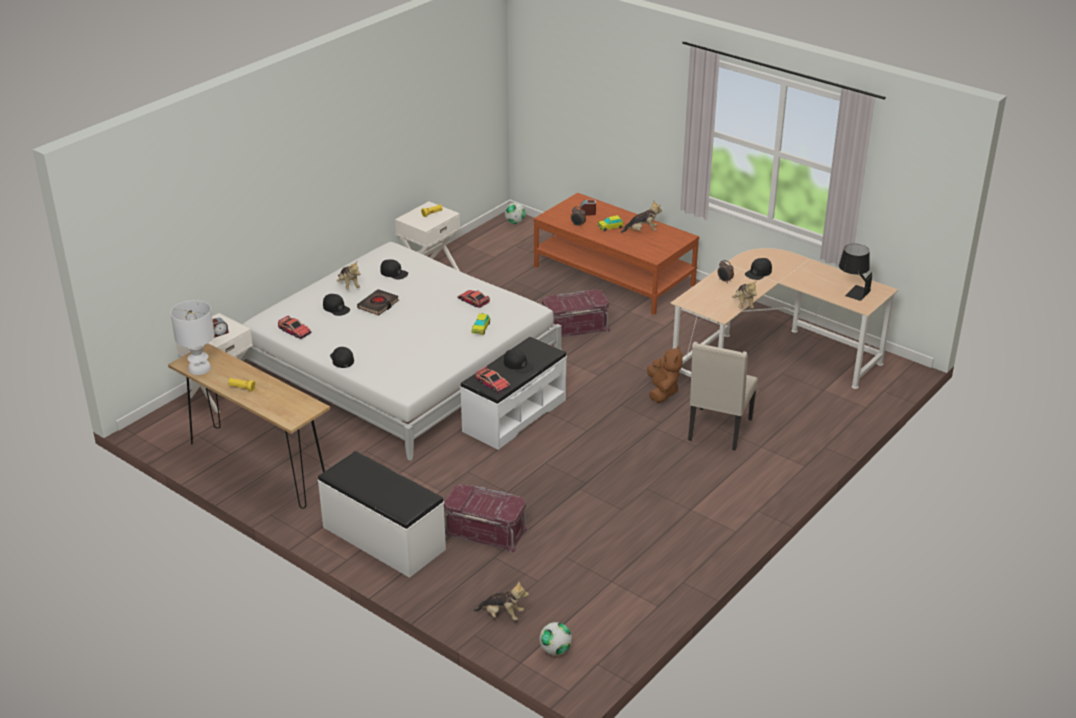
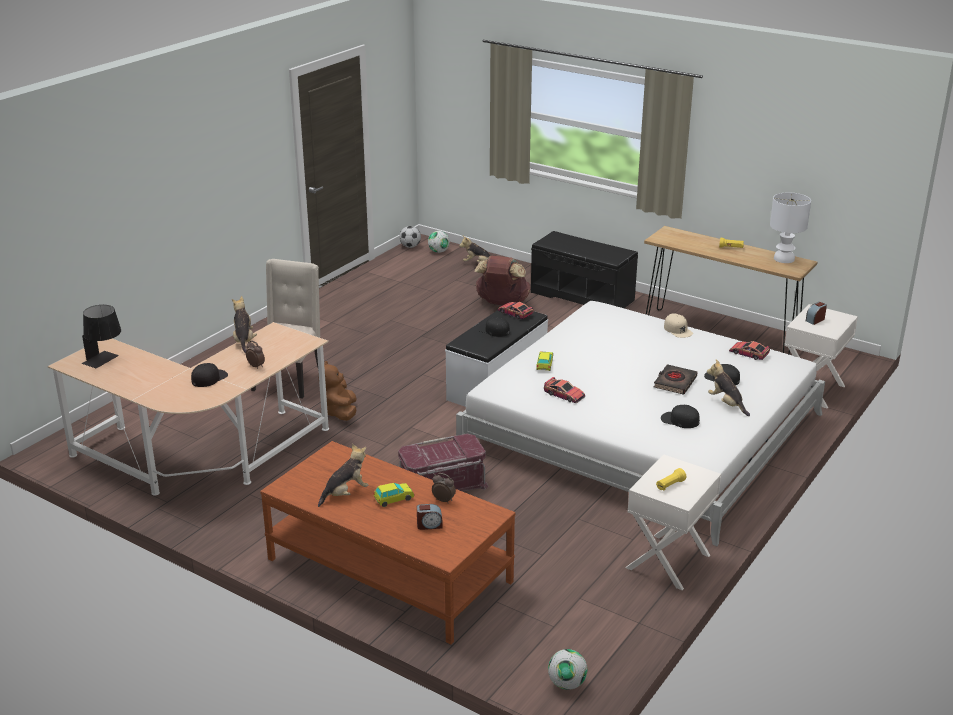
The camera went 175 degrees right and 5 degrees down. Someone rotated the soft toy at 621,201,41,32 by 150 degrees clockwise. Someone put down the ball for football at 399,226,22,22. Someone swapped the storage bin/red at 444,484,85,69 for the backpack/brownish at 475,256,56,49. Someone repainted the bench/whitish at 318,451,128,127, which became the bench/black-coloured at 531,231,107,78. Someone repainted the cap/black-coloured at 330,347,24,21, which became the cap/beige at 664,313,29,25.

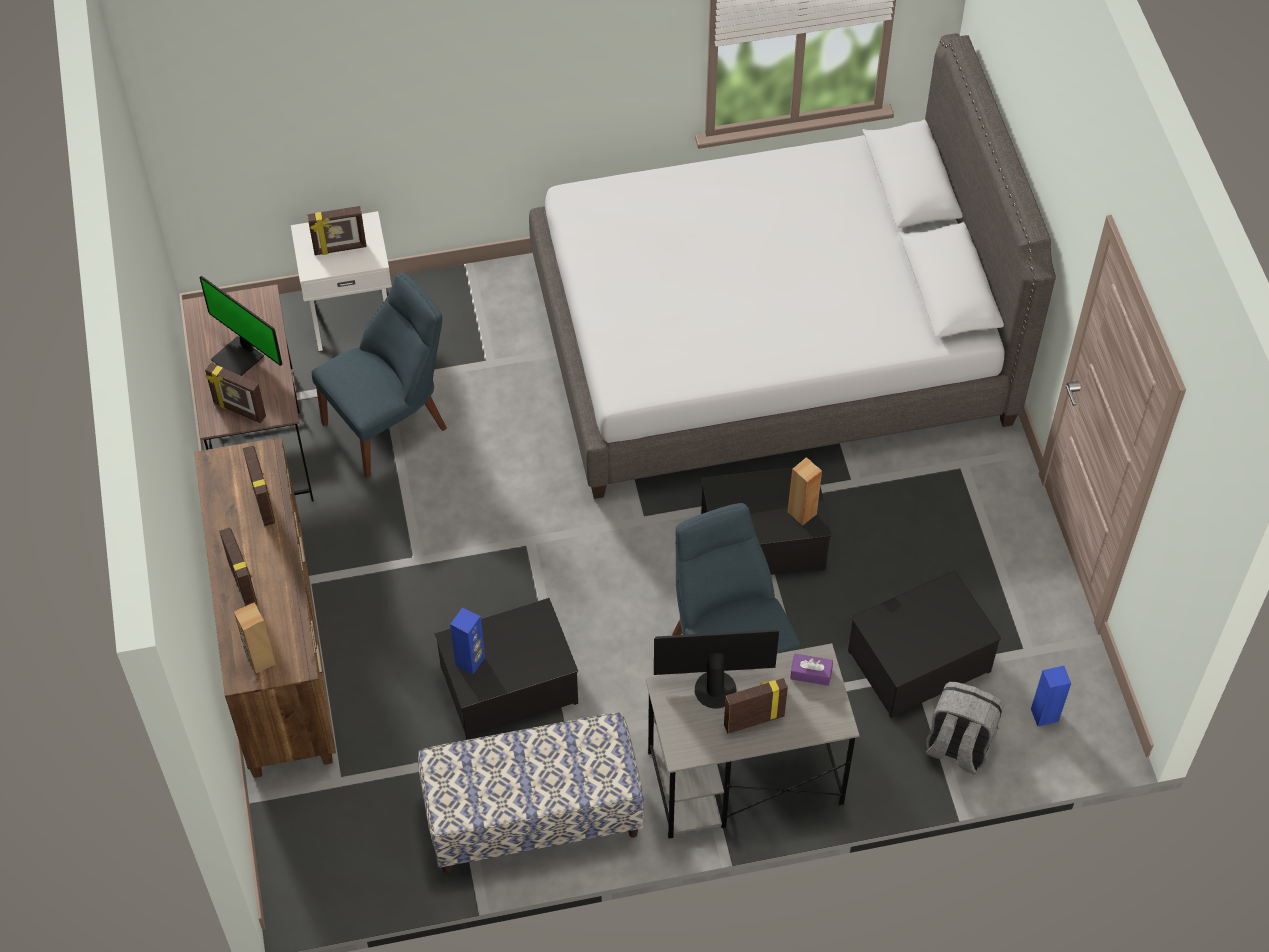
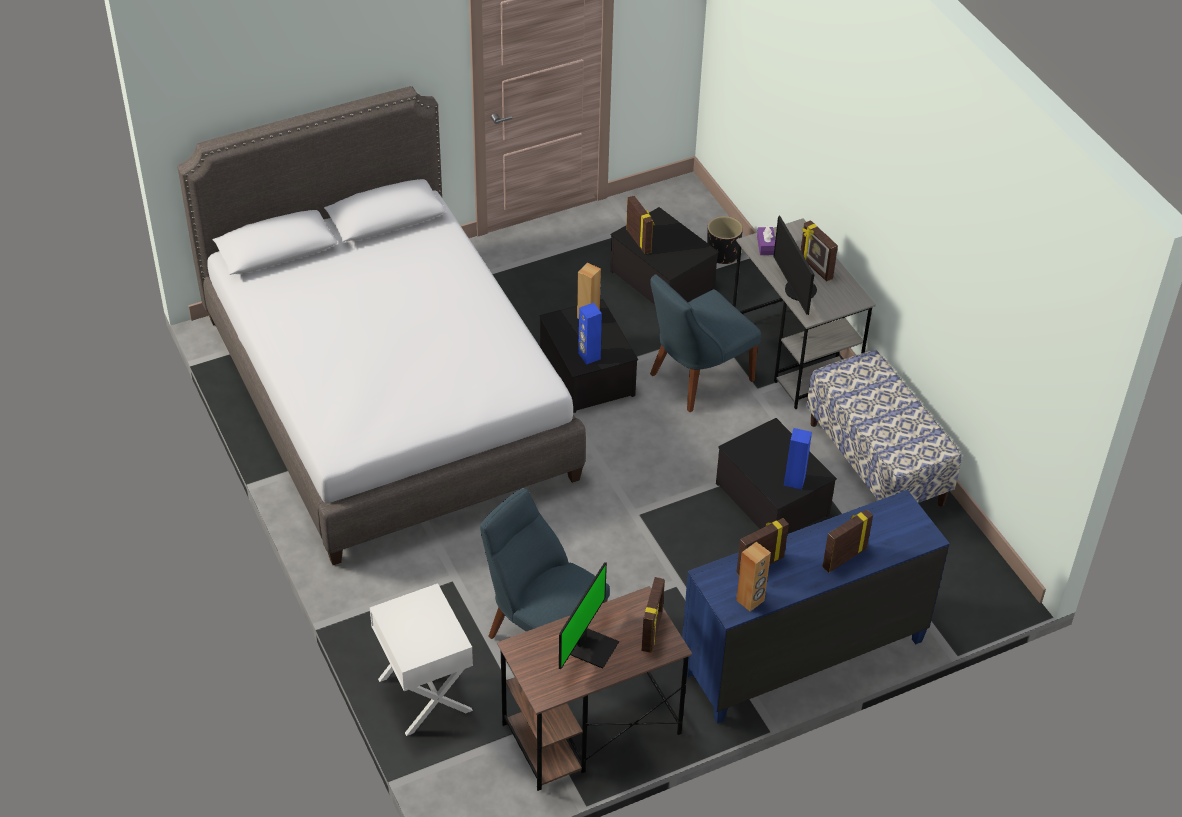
The camera went 105 degrees left and 10 degrees down. Someone carried the speaker/blue-coloured from 1031,666,40,60 to 578,303,24,62. Someone carried the standing frame from 307,206,60,49 to 626,196,28,58. Someone repainted the chest of drawers/brownish at 194,437,142,341, which became the chest of drawers/blue-coloured at 682,490,268,234. Someone swapped the backpack/greyish at 926,682,77,92 for the plant pot/black-coloured at 707,216,36,48. Someone carried the speaker/brownish from 234,602,42,71 to 736,542,35,69.

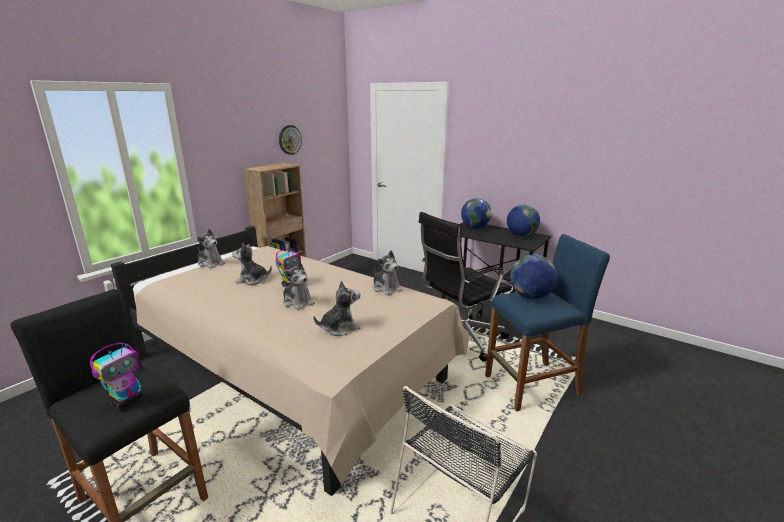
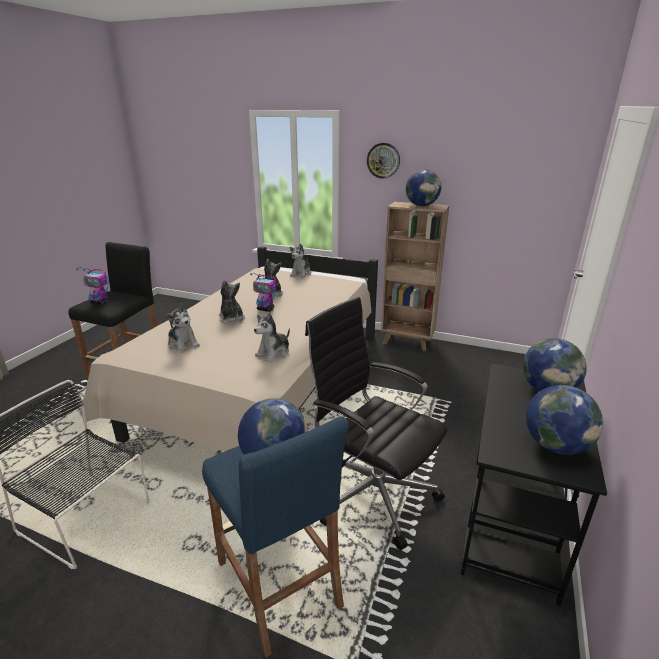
The camera went 75 degrees right and 5 degrees up. Someone rotated the soft toy at 283,261,32,49 by 120 degrees clockwise. Someone carried the hanging clock from 279,125,23,30 to 367,143,33,36. Someone put down the desk globe at 406,169,35,37.

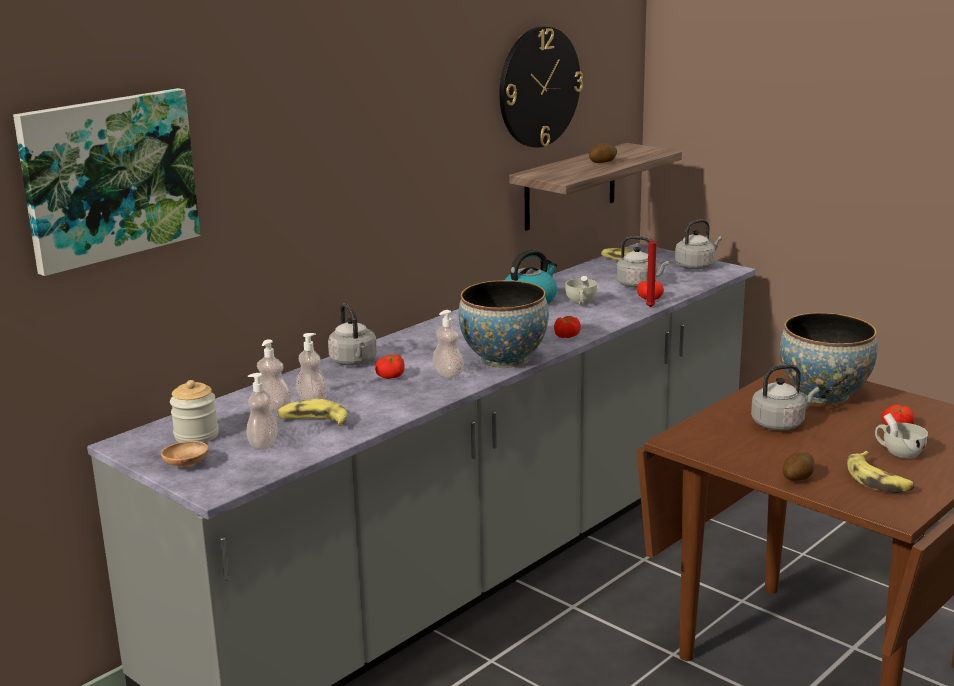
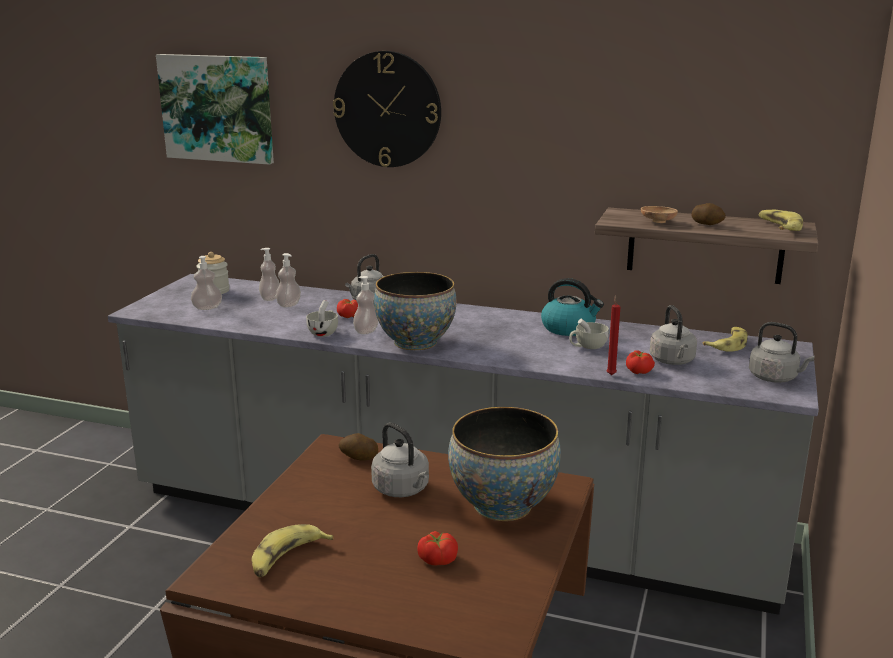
The camera went 65 degrees right and 0 degrees up. Someone carried the cup/whitish from 875,413,53,46 to 306,300,32,37. Someone carried the hanging clock from 499,26,84,122 to 333,51,108,116. Someone carried the spud from 782,453,32,27 to 338,433,41,28. Someone carried the serving bowl/brownish from 161,441,48,26 to 641,206,37,17. Someone carried the banana from 277,399,71,27 to 758,210,45,21. Someone took away the tomato at 554,316,27,22.

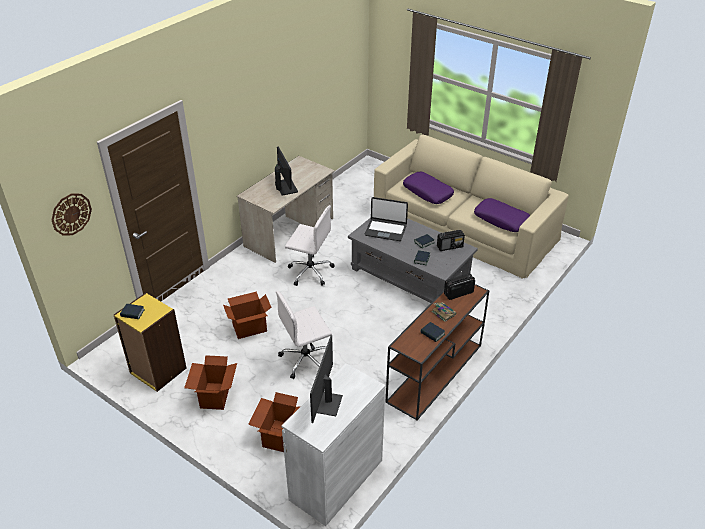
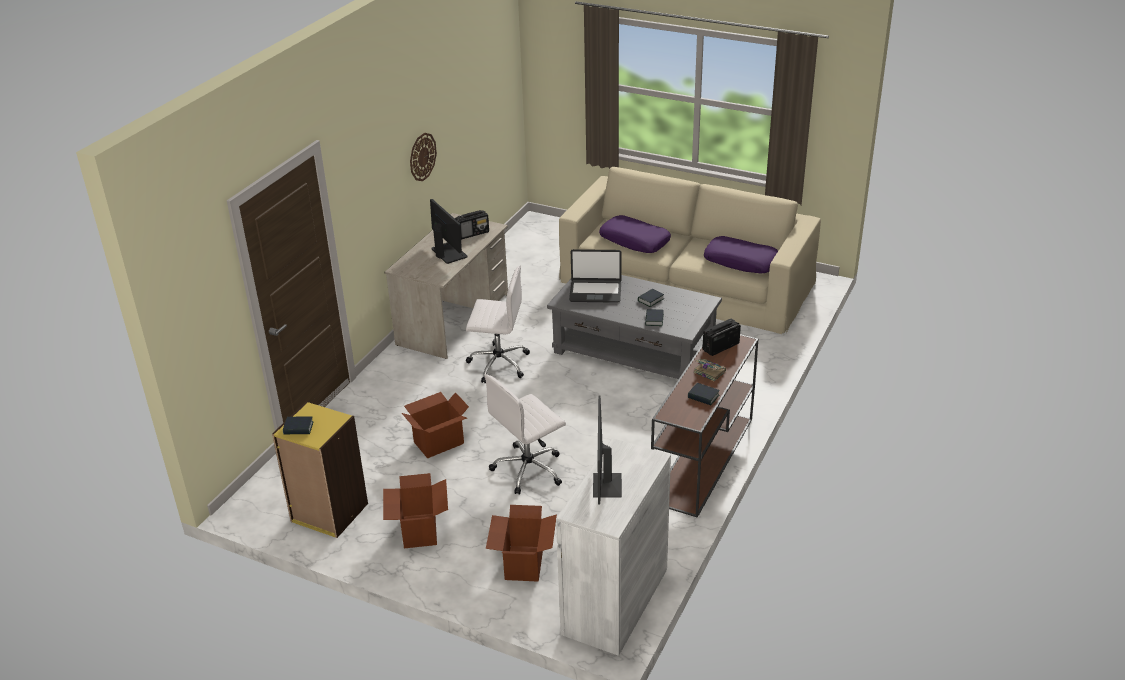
The camera went 10 degrees left and 5 degrees down. Someone carried the hanging clock from 52,193,40,43 to 410,133,27,48. Someone carried the radio set from 437,230,28,21 to 455,210,34,30.

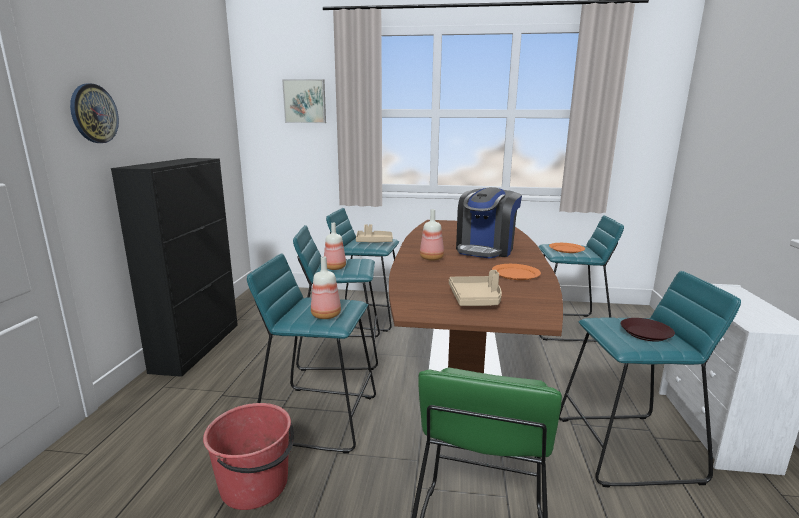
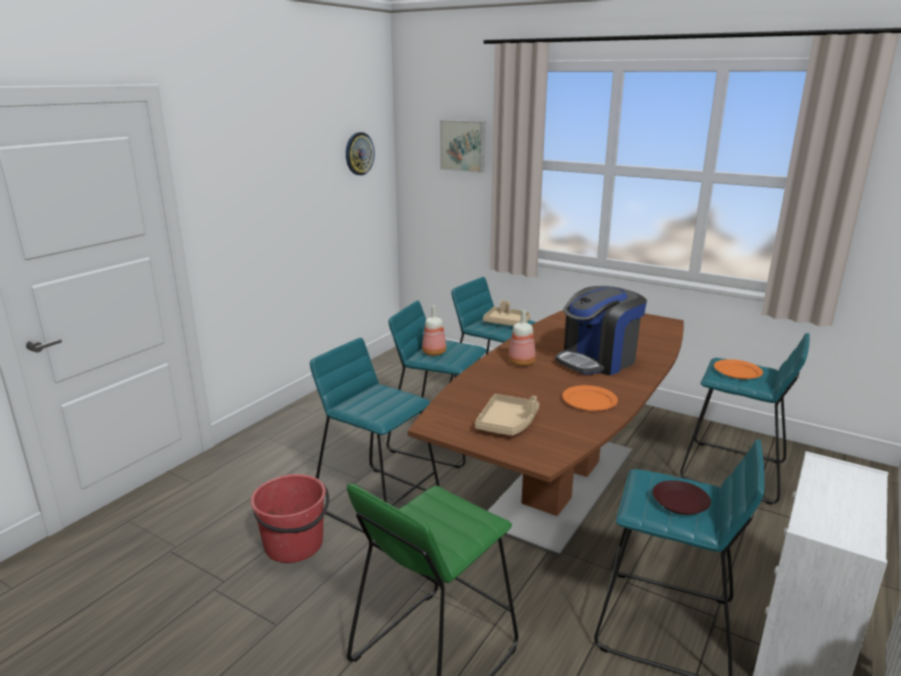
The camera went 25 degrees right and 5 degrees up. Someone carried the hanging clock from 70,84,49,59 to 346,132,29,43. Someone took away the cabinet/black-coloured at 111,158,127,219. Someone took away the bottle at 311,257,30,62.

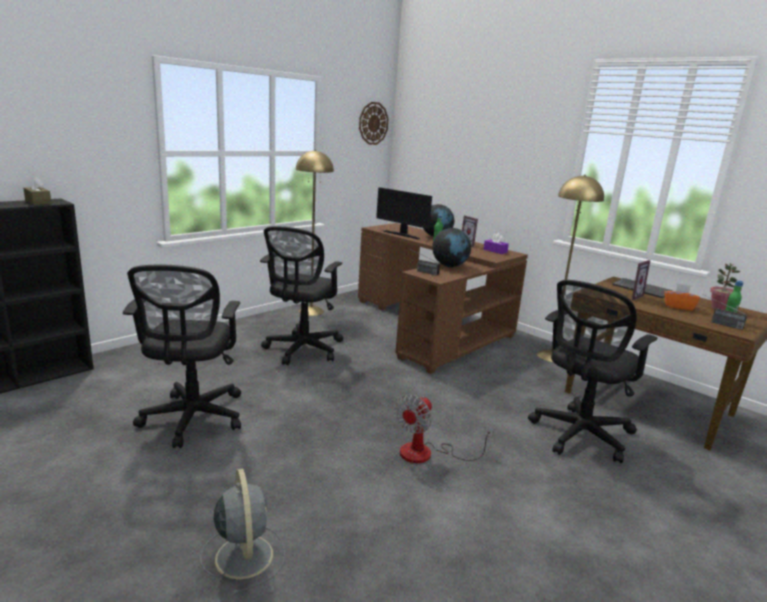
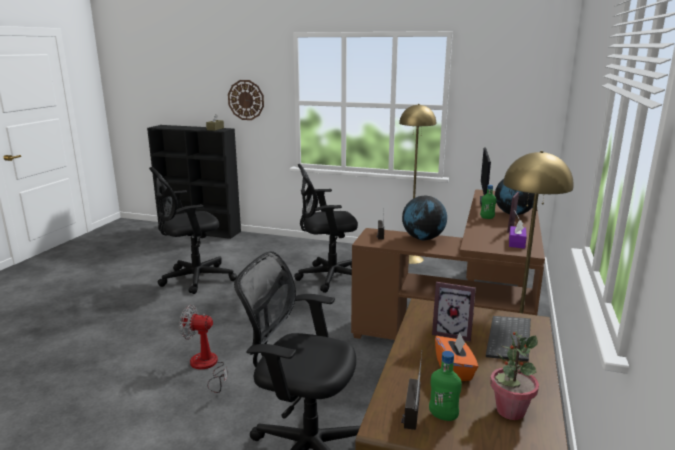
The camera went 65 degrees right and 0 degrees up. Someone carried the hanging clock from 359,102,29,43 to 228,80,36,40. Someone took away the electric fan/greyish at 200,469,85,126.

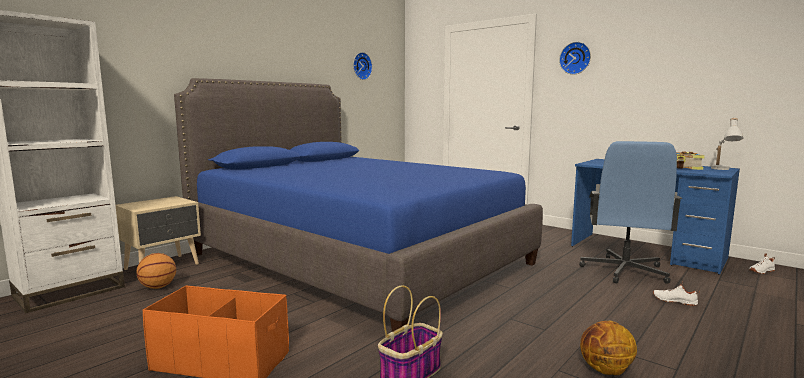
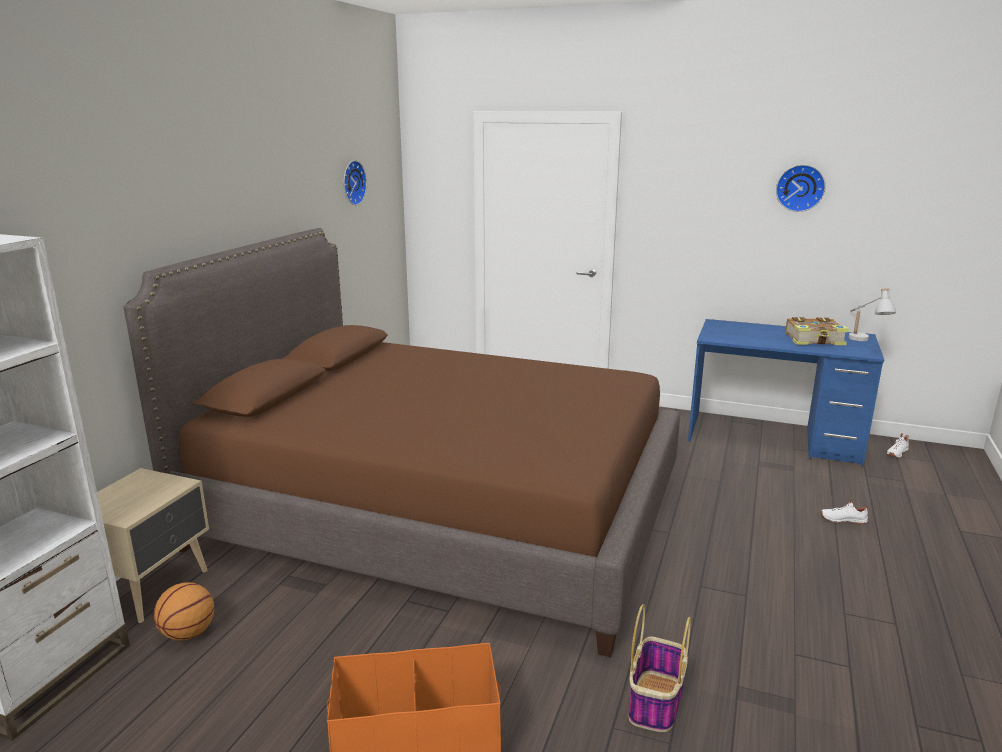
The camera went 20 degrees left and 10 degrees up. Someone repainted the bedroom bed/blue-coloured at 174,78,369,254, which became the bedroom bed/brownish at 124,228,556,429. Someone carried the hanging clock from 559,42,32,32 to 776,165,50,47. Someone took away the desk chair/blue-coloured at 579,141,103,143. Someone took away the basketball ball at 580,320,57,55.

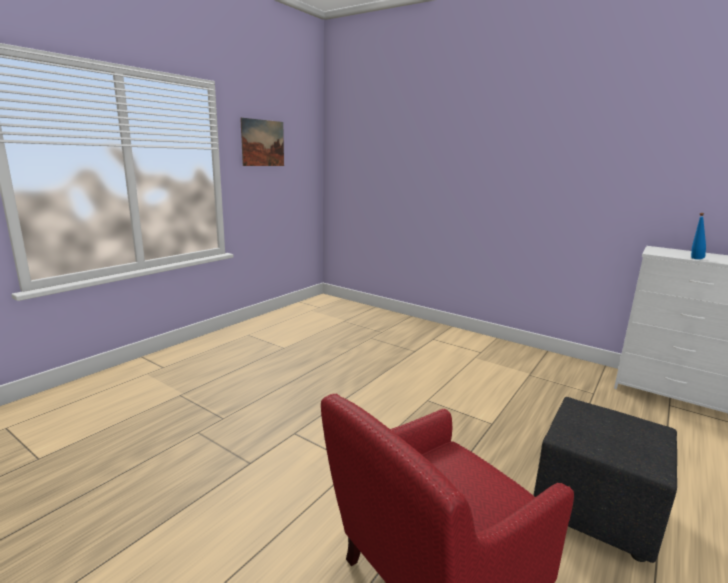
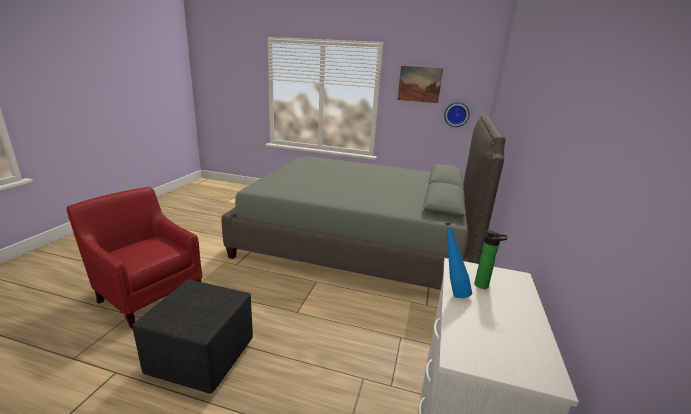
The camera went 70 degrees right and 5 degrees up. Someone put down the bedroom bed/greyish at 222,114,284,176. Someone put up the hanging clock at 444,102,26,25. Someone put down the bottle at 475,231,32,58.

